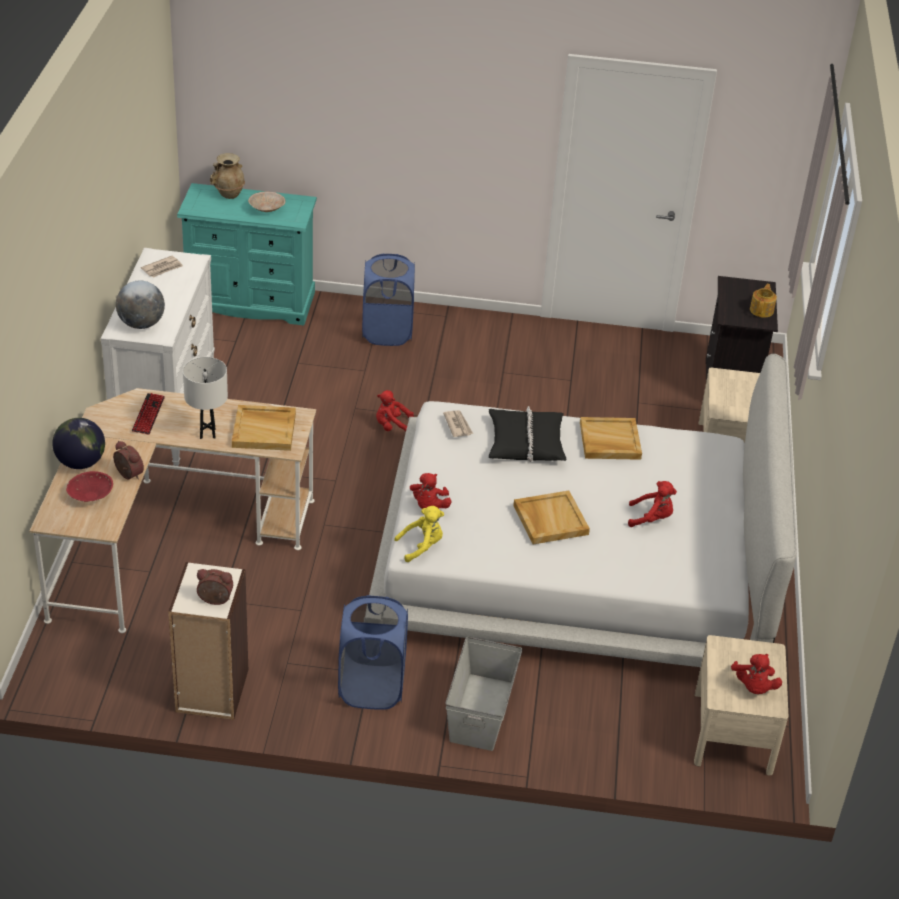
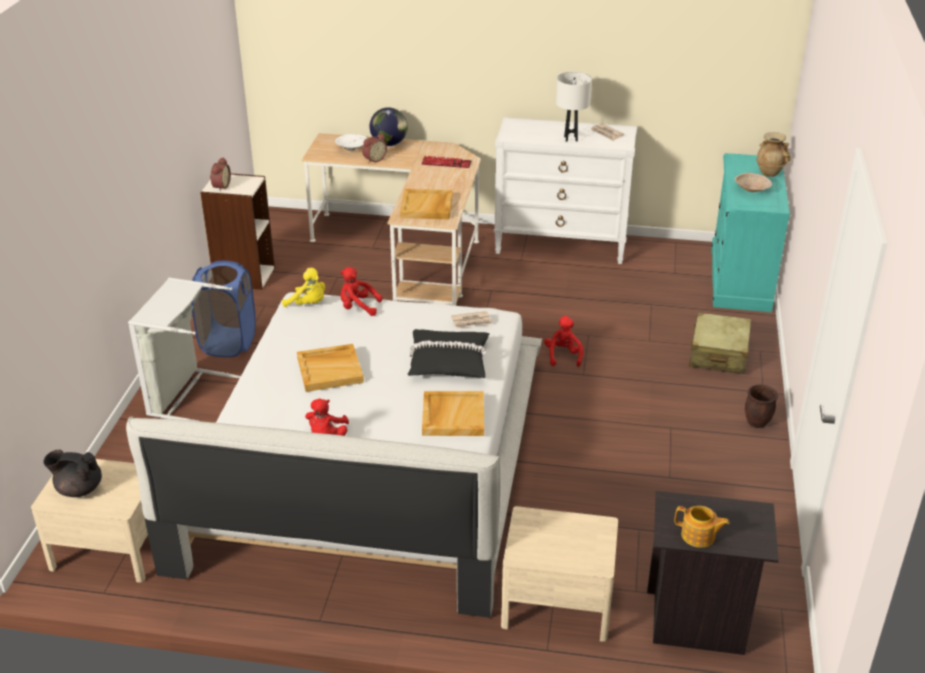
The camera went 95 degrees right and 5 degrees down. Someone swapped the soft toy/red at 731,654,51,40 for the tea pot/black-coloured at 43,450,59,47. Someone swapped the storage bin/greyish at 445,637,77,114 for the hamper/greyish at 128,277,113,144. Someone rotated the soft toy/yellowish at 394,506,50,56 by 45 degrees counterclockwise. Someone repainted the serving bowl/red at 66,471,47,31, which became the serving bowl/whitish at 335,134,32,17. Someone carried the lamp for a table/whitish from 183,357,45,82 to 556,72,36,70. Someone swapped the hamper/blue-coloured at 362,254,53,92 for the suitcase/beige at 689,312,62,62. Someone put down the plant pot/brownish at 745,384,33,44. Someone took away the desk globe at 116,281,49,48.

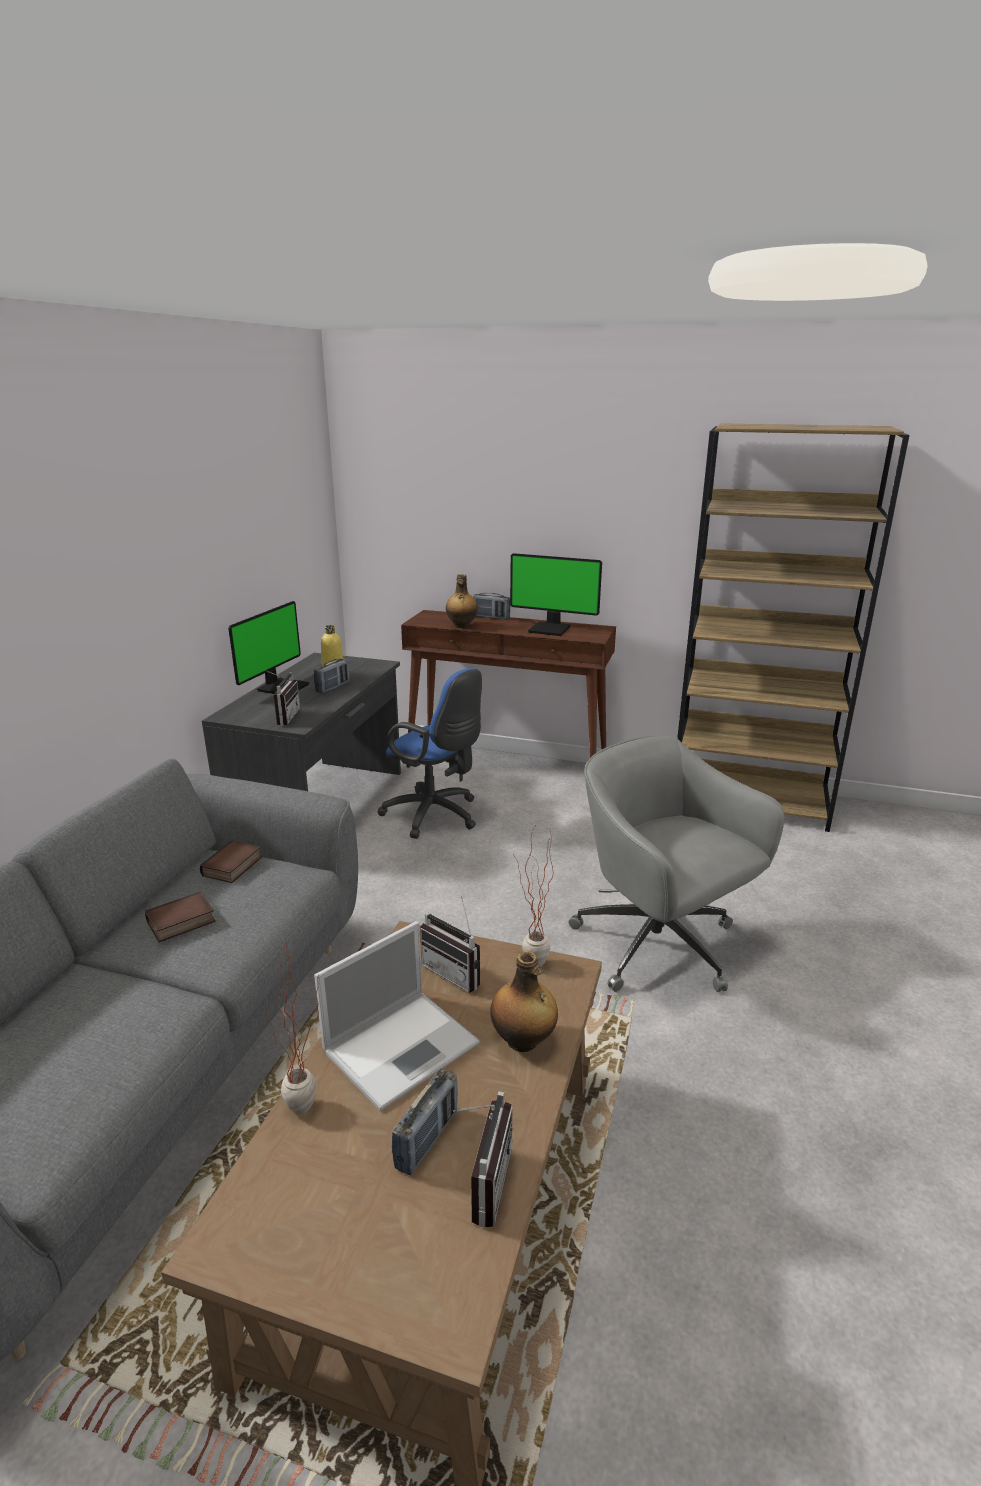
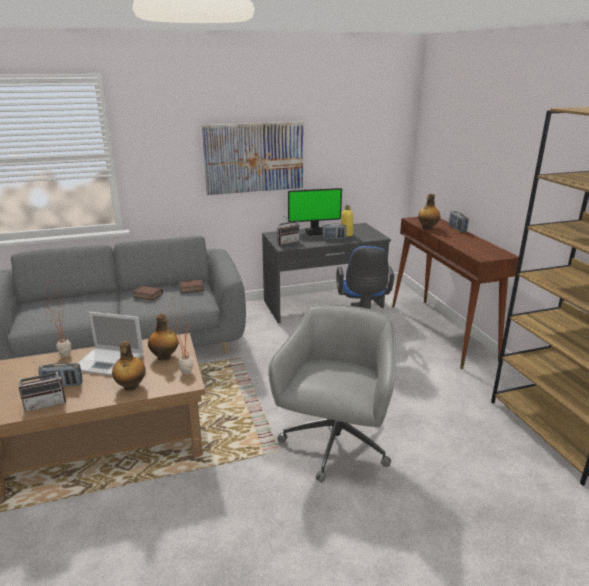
The camera went 55 degrees right and 0 degrees up. Someone swapped the radio set at 420,896,60,96 for the bottle at 148,314,30,46. Someone put up the picture at 202,122,101,73. Someone took away the computer display at 510,553,92,83.

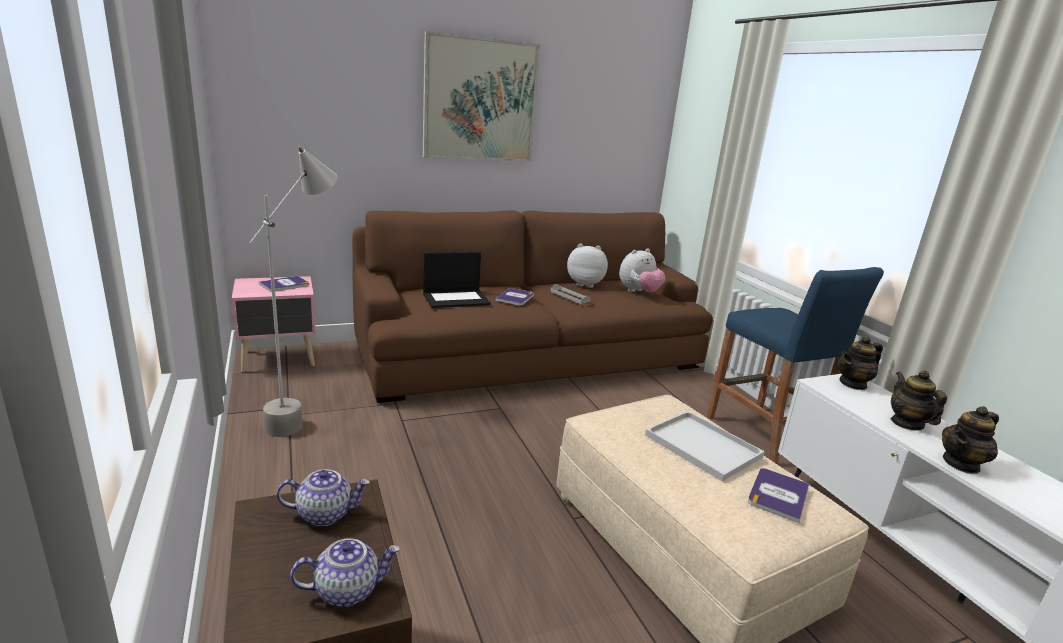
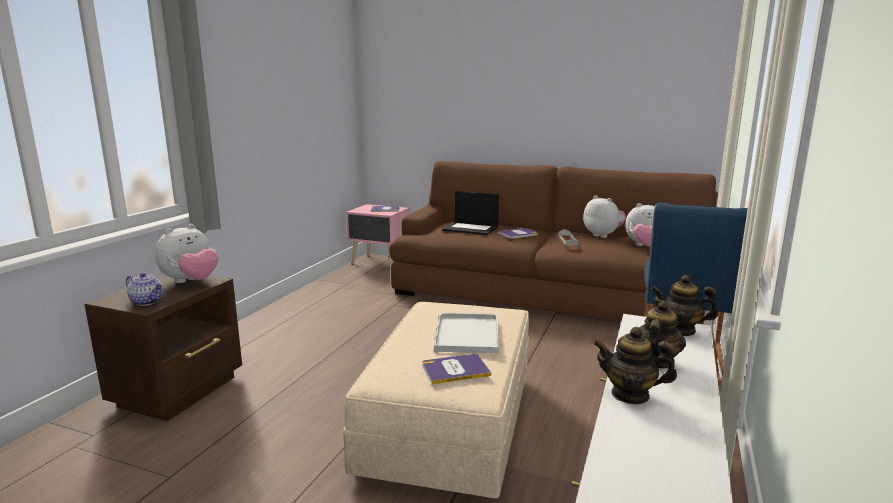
The camera went 45 degrees right and 5 degrees down. Someone swapped the tea pot at 276,469,94,57 for the soft toy at 155,224,63,59. Someone took away the standard lamp/greyish at 249,146,88,291. Someone took away the picture at 423,31,117,131.

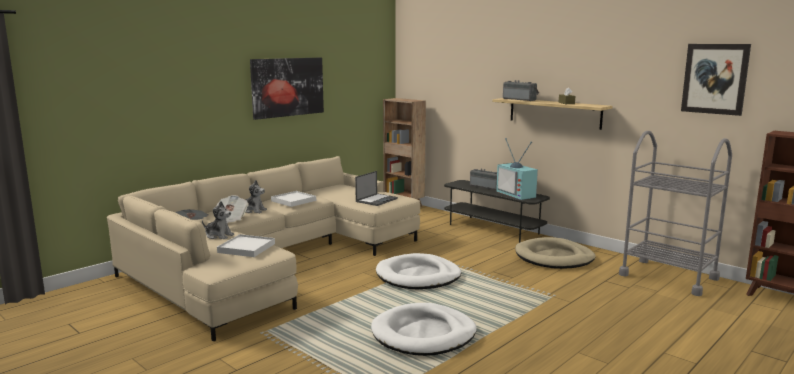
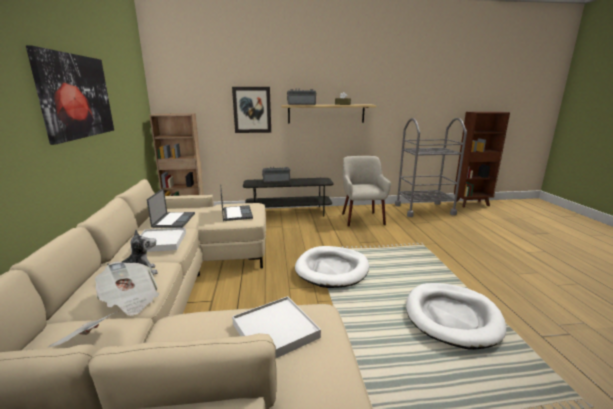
The camera went 50 degrees left and 5 degrees up. Someone put down the notebook computer at 147,188,48,40. Someone carried the picture from 681,44,70,72 to 232,87,39,46. Someone swapped the dog cushion/beige at 515,237,81,32 for the armchair/beige at 342,156,49,71. Someone took away the soft toy at 202,201,32,38. Someone took away the TV at 496,138,42,62.

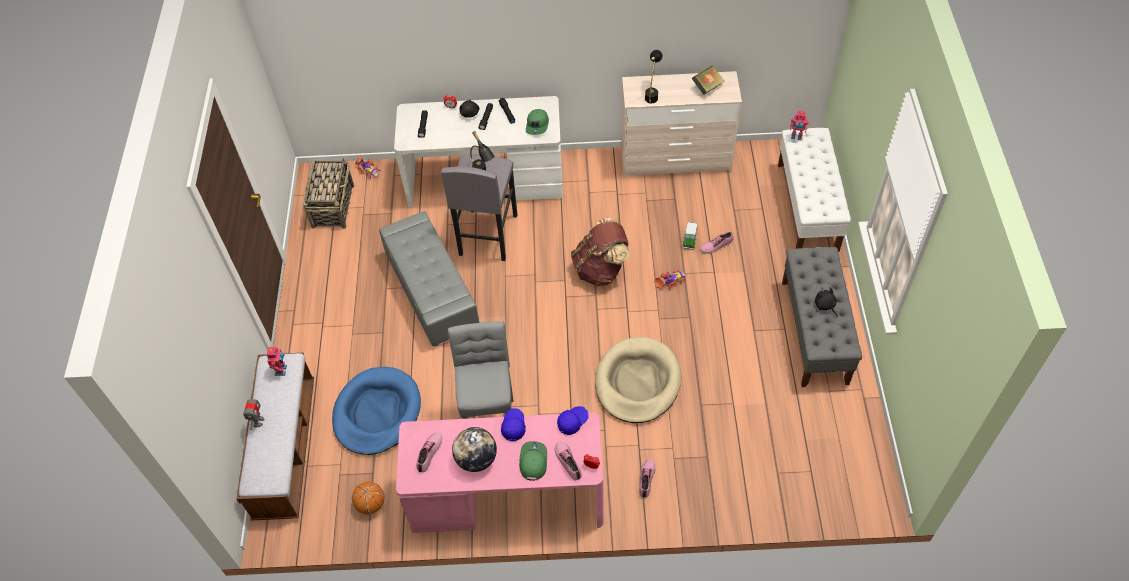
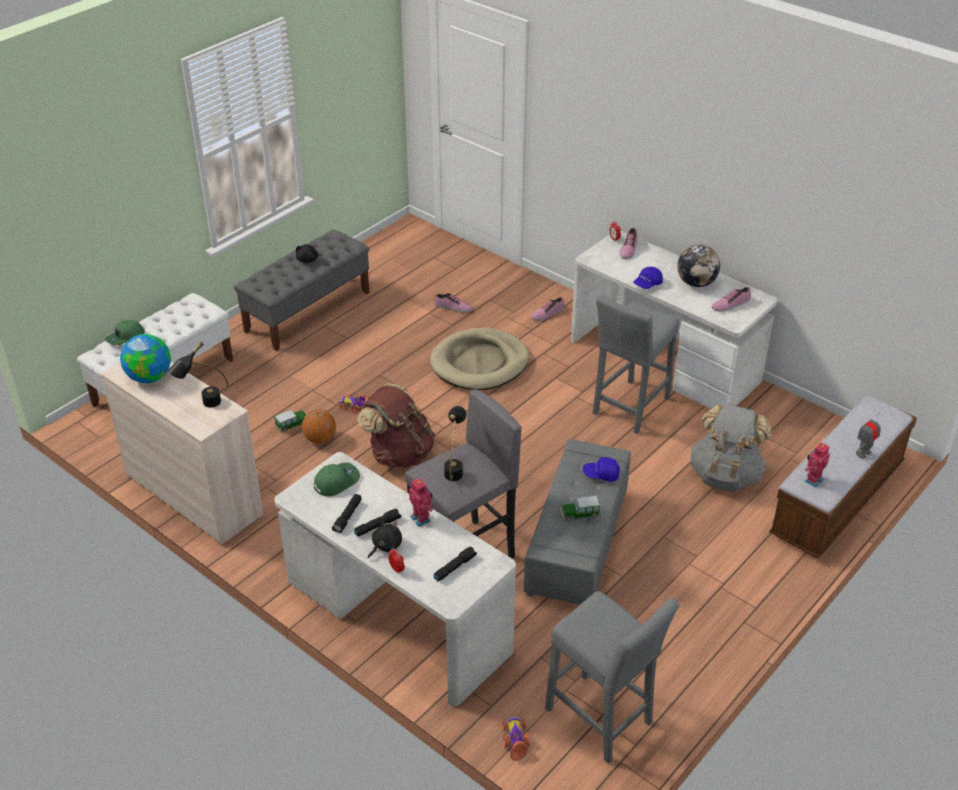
The camera went 140 degrees left and 15 degrees down. Someone carried the cap/green-coloured from 519,441,28,40 to 105,320,40,25. Someone swapped the bound book at 692,65,32,30 for the desk globe at 120,334,51,49. Someone carried the basketball ball from 352,482,33,32 to 302,409,34,35. Someone carried the model robot from 790,110,19,30 to 409,478,24,49. Someone carried the item of footwear from 700,232,34,21 to 434,293,38,20. Someone swapped the basket at 302,158,52,71 for the stool seat/greyish at 545,591,134,173. Someone put down the model car at 560,496,40,25. Someone repainted the desk unit/pinkish at 396,412,208,121, which became the desk unit/whitish at 571,231,206,178. Someone carried the cap/blue-coloured from 557,406,32,29 to 583,457,37,25. Someone swapped the dog cushion/blue-coloured at 332,367,89,88 for the backpack/greyish at 690,404,82,88.

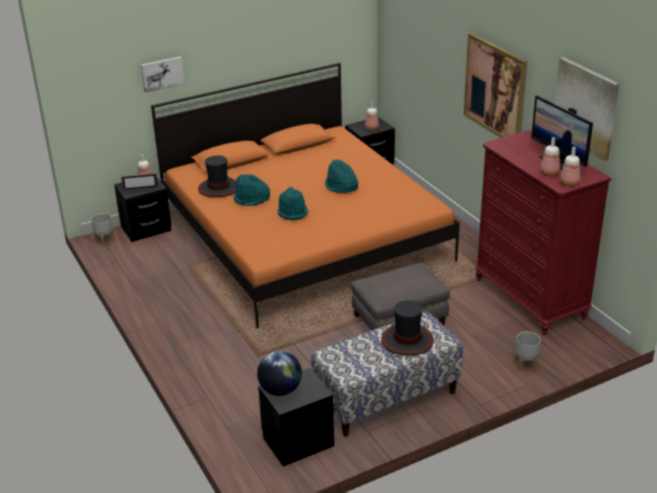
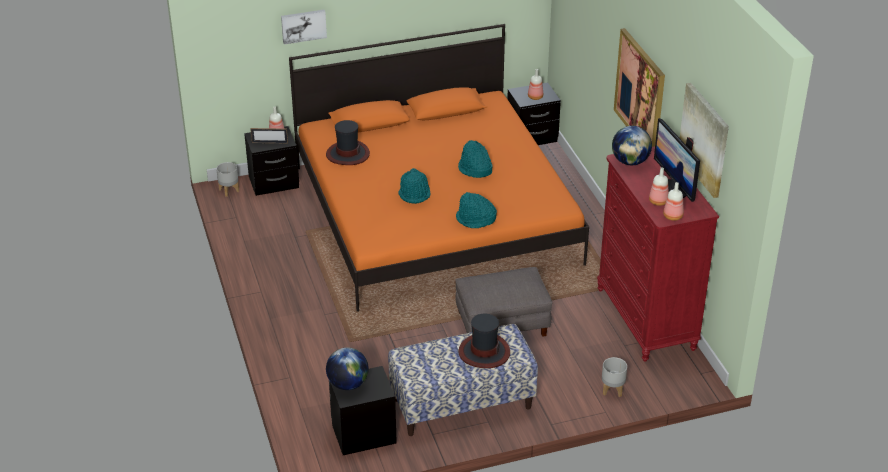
The camera went 10 degrees right and 5 degrees up. Someone carried the hat/blue-green from 233,174,37,32 to 456,192,41,36. Someone put down the desk globe at 612,126,40,39.

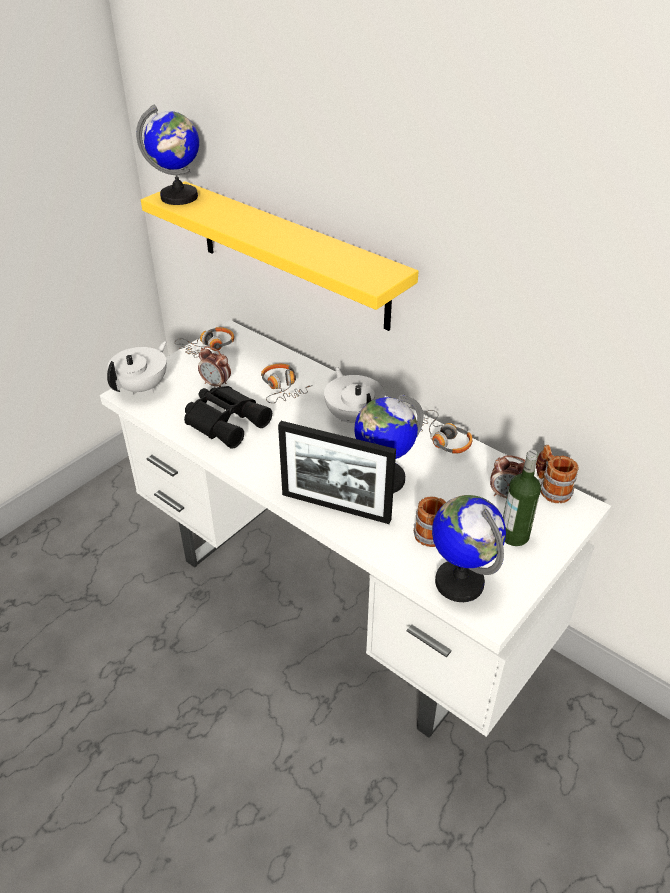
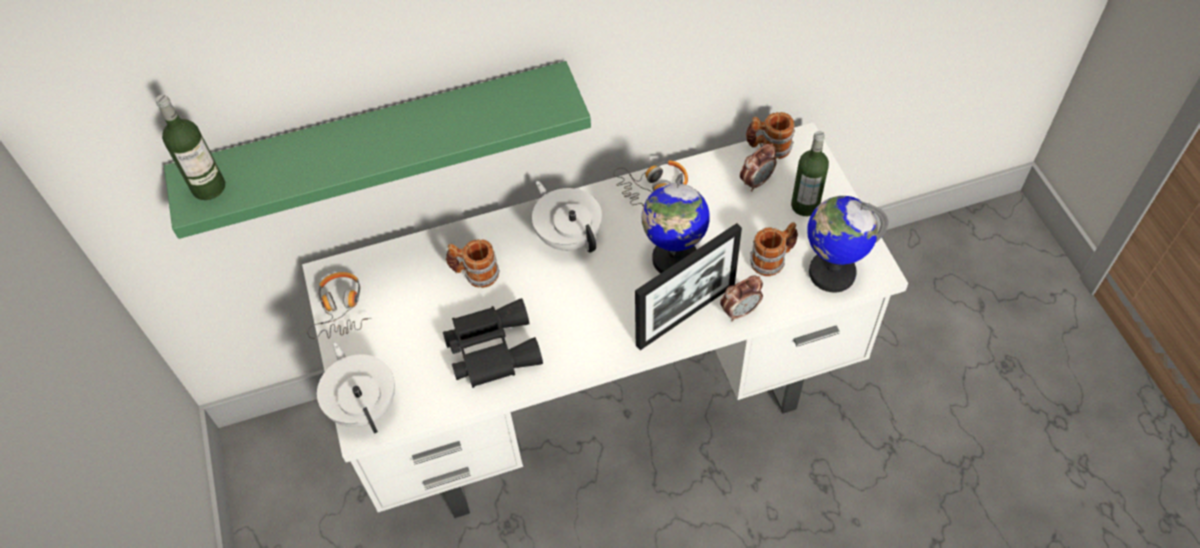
The camera went 55 degrees left and 15 degrees up. Someone swapped the desk globe at 136,105,63,100 for the bottle at 156,95,69,105. Someone repainted the wall shelf/yellowish at 141,181,278,150, which became the wall shelf/green-coloured at 164,61,427,178. Someone swapped the headphones at 261,364,52,39 for the mug at 446,239,54,49. Someone rotated the tea pot/whitish at 324,367,61,56 by 45 degrees clockwise. Someone carried the alarm clock from 198,346,33,41 to 720,276,43,45.

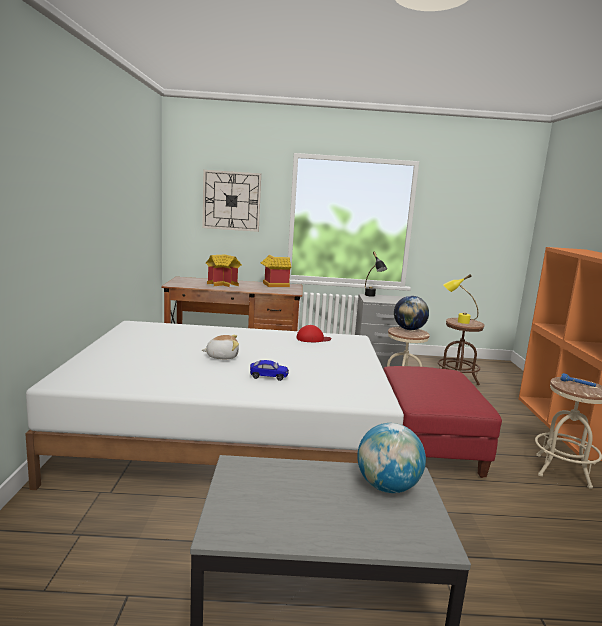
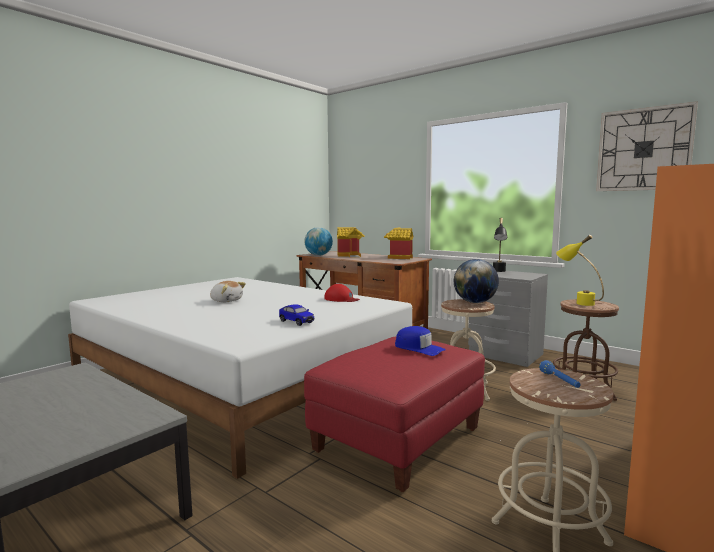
The camera went 40 degrees right and 5 degrees down. Someone carried the model car from 250,360,39,21 to 279,305,35,21. Someone carried the desk globe from 357,423,69,70 to 305,227,28,29. Someone put down the cap/blue-coloured at 395,326,51,30. Someone carried the hanging clock from 202,170,59,62 to 596,101,102,90.

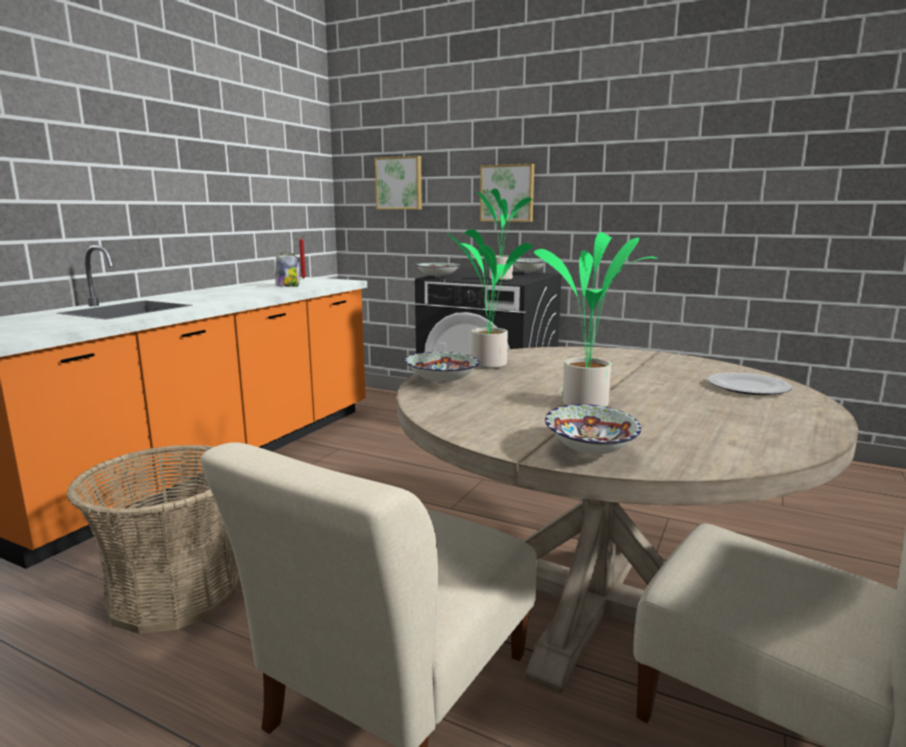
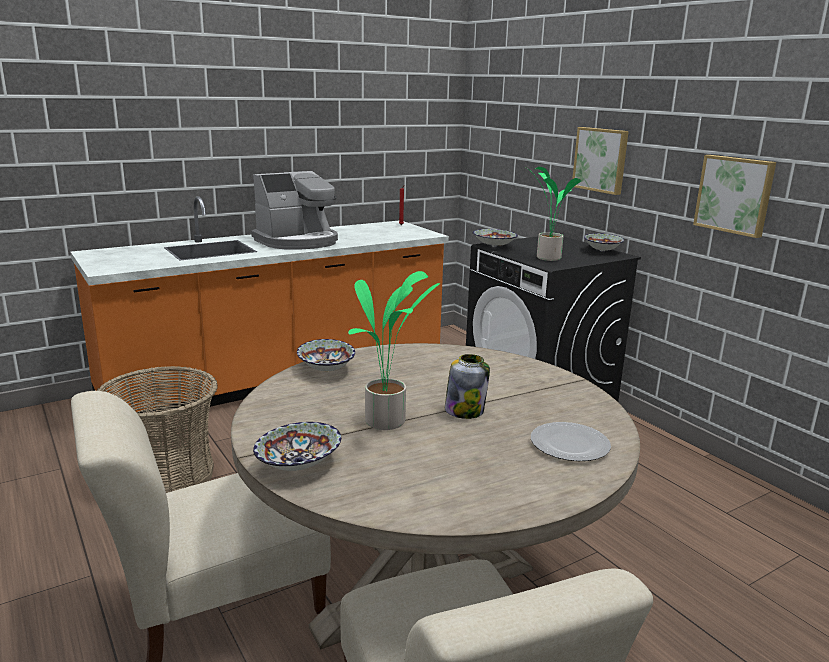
The camera went 30 degrees right and 5 degrees up. Someone put down the coffee brewer at 251,171,87,79. Someone carried the preserve jar from 276,252,23,35 to 445,354,45,65. Someone carried the picture from 375,156,47,53 to 693,155,83,83. Someone took away the houseplant at 446,229,87,140.

